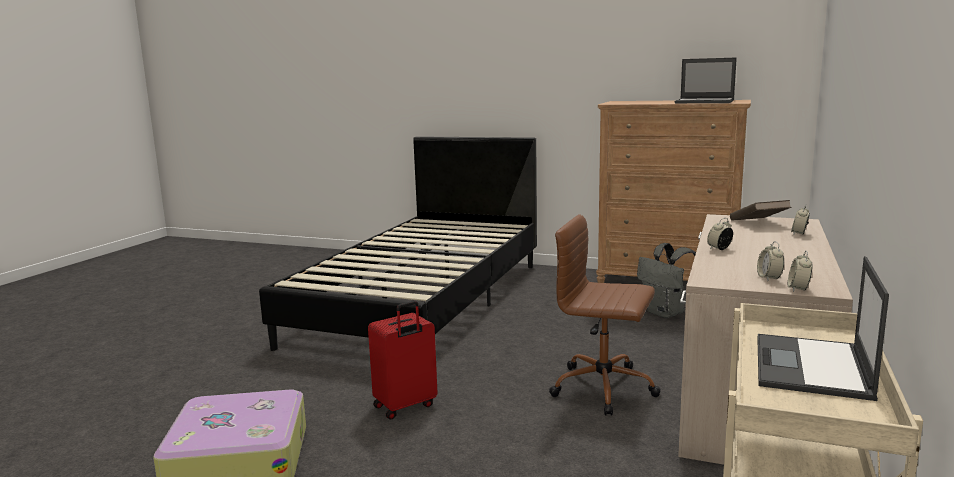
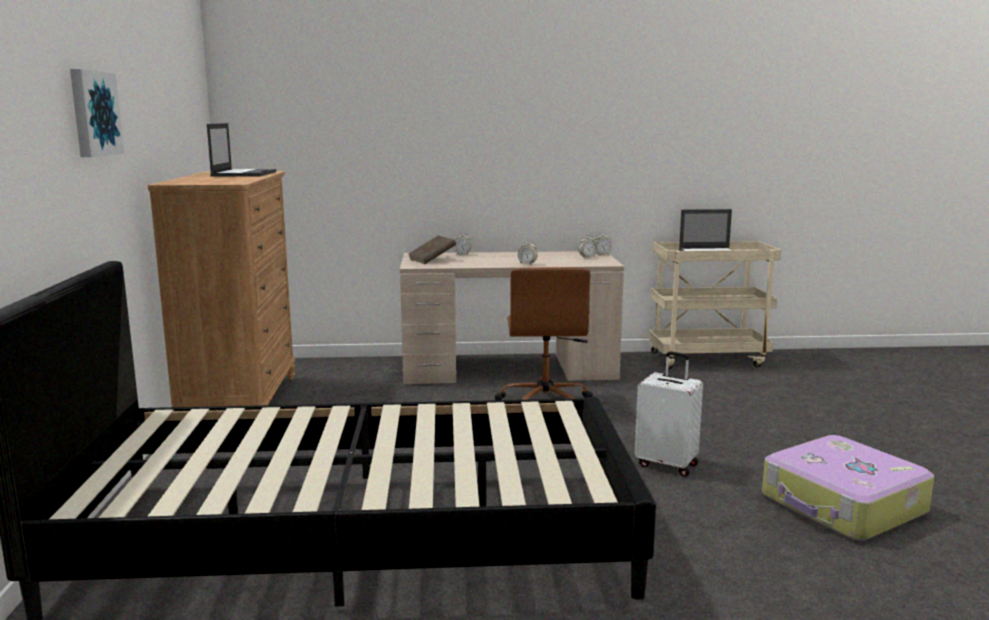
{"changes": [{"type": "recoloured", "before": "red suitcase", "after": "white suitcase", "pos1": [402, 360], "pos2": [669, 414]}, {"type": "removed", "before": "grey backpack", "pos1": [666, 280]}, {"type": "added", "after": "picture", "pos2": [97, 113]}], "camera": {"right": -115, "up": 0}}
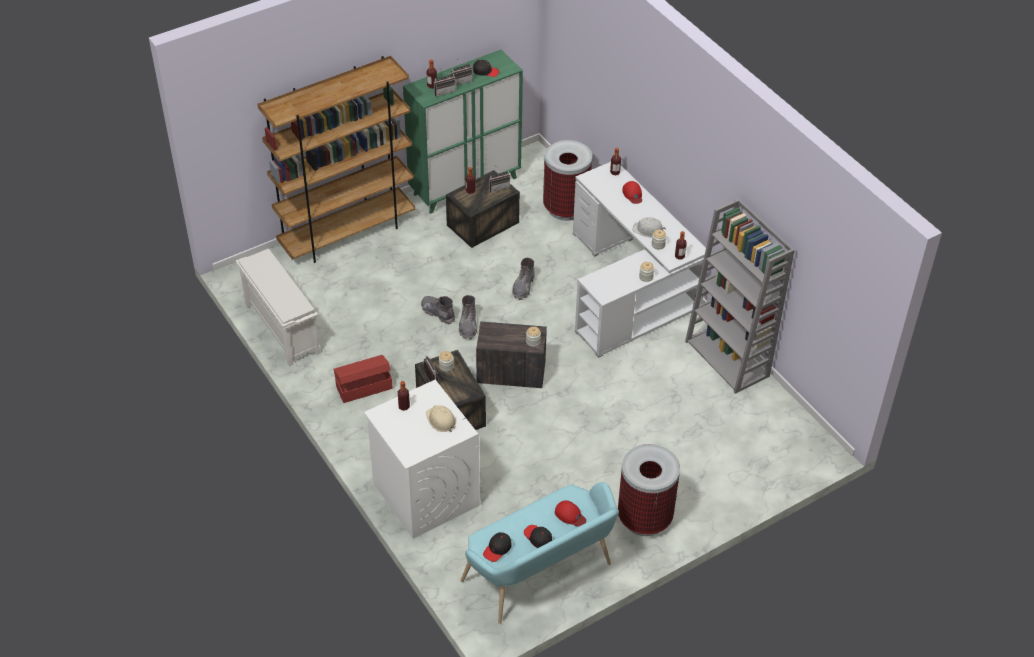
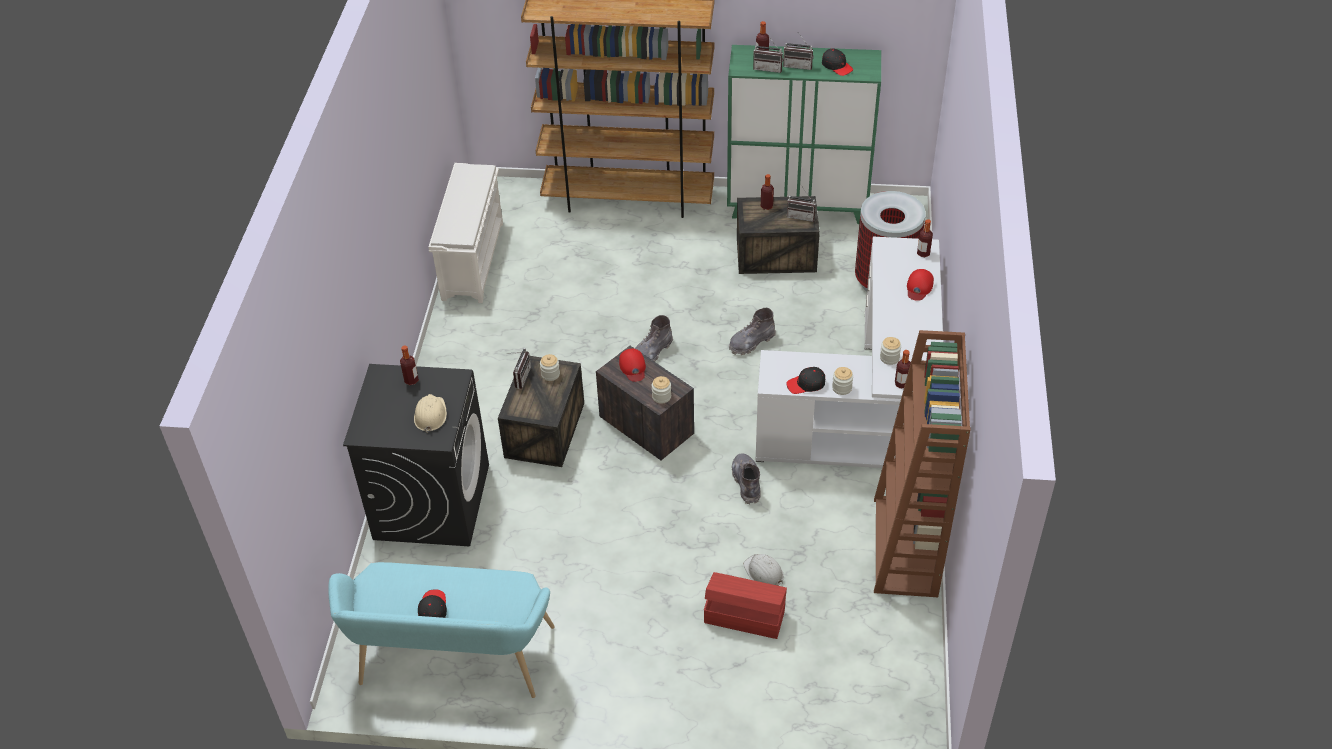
{"changes": [{"type": "moved", "before": "red storage box", "pos1": [363, 379], "pos2": [745, 605]}, {"type": "recoloured", "before": "white washing machine", "after": "black washing machine", "pos1": [422, 459], "pos2": [416, 455]}, {"type": "moved", "before": "grey boot", "pos1": [438, 310], "pos2": [746, 478]}, {"type": "moved", "before": "black cap", "pos1": [497, 547], "pos2": [806, 380]}, {"type": "moved", "before": "red cap", "pos1": [570, 513], "pos2": [632, 365]}, {"type": "removed", "before": "trash can", "pos1": [649, 490]}, {"type": "moved", "before": "white hard hat", "pos1": [649, 227], "pos2": [763, 570]}, {"type": "recoloured", "before": "grey bookcase", "after": "brown bookcase", "pos1": [740, 296], "pos2": [922, 463]}], "camera": {"right": 40, "up": 0}}
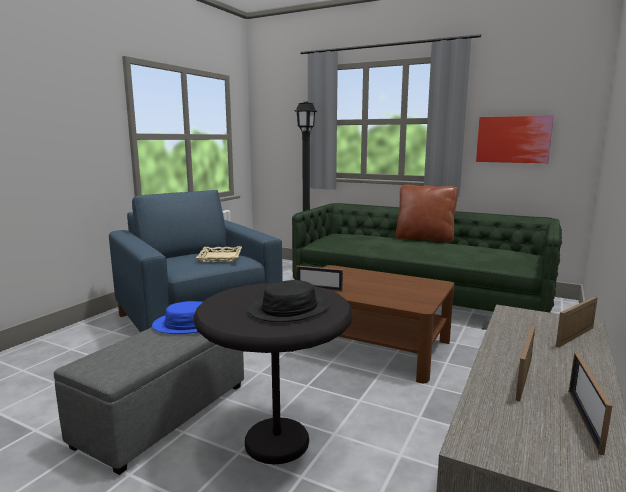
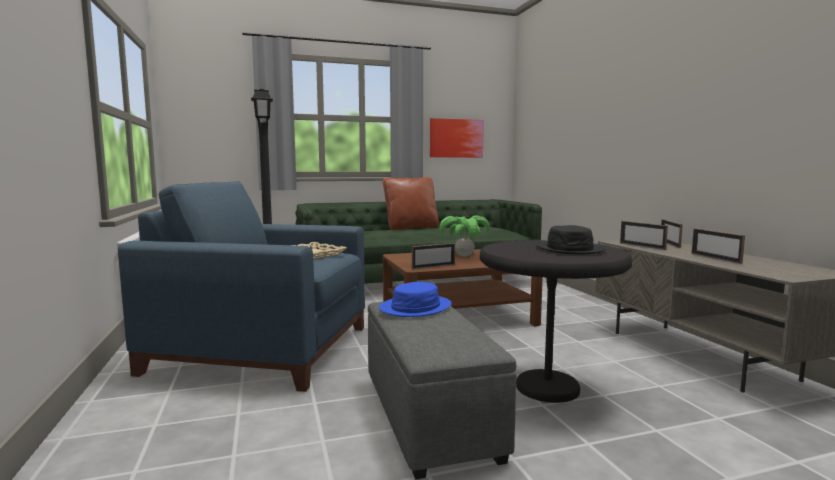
{"changes": [{"type": "moved", "before": "picture frame", "pos1": [590, 403], "pos2": [644, 235]}, {"type": "added", "after": "potted plant", "pos2": [464, 236]}], "camera": {"right": -45, "up": -5}}
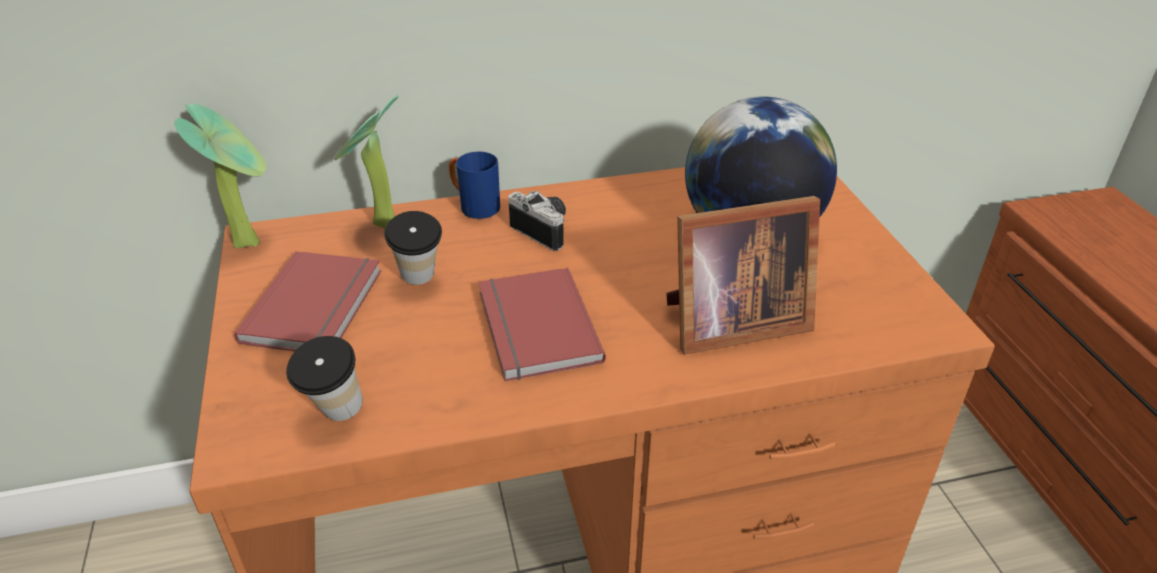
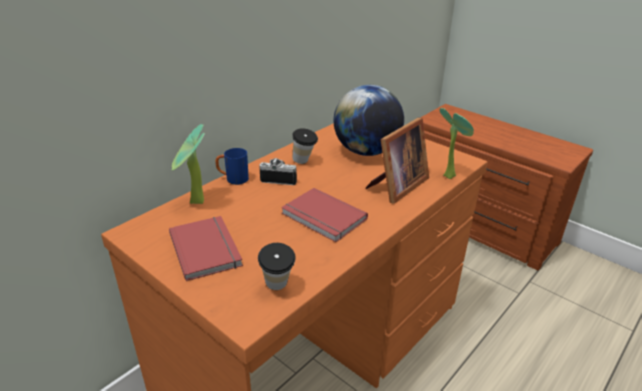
{"changes": [{"type": "moved", "before": "potted plant", "pos1": [220, 176], "pos2": [457, 143]}, {"type": "moved", "before": "cup", "pos1": [413, 248], "pos2": [305, 146]}], "camera": {"right": -35, "up": -5}}
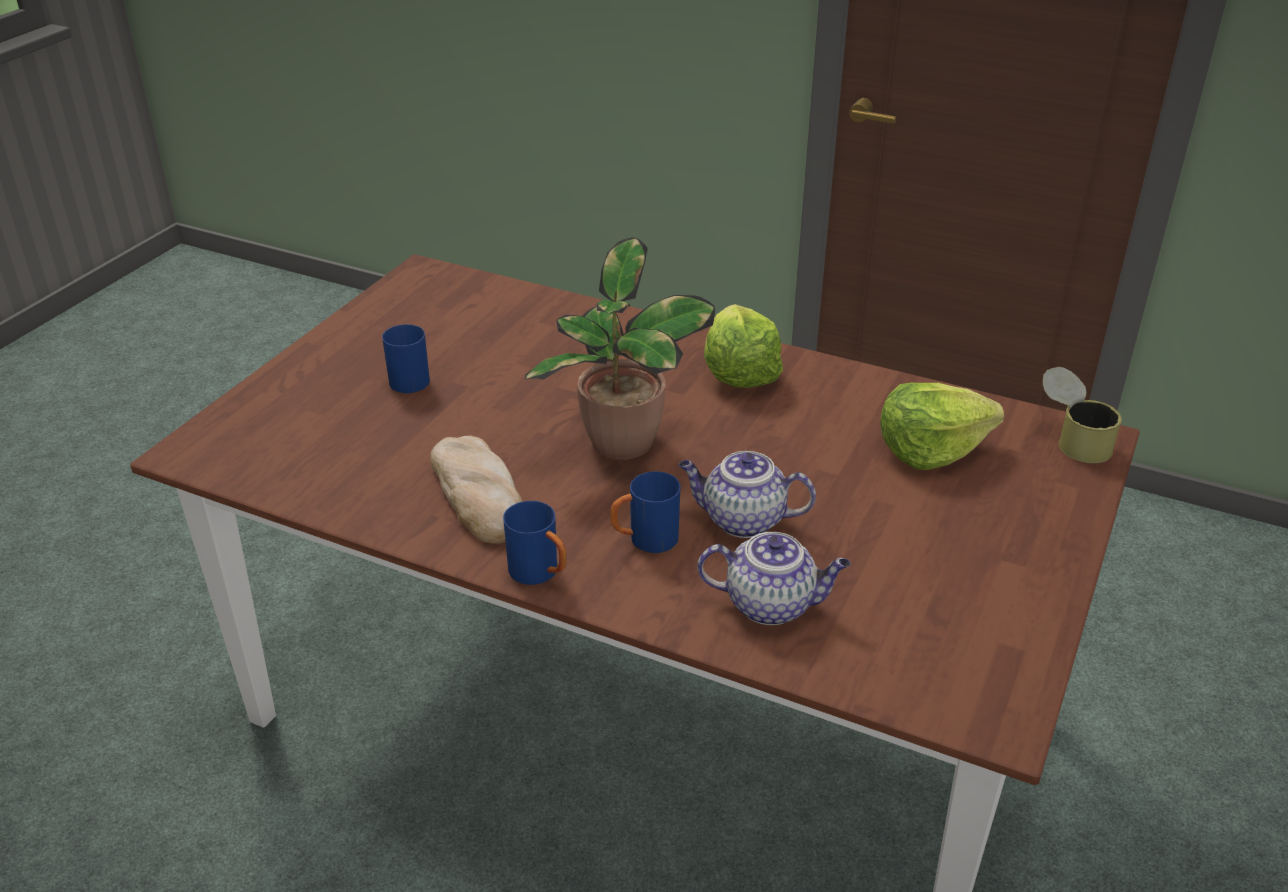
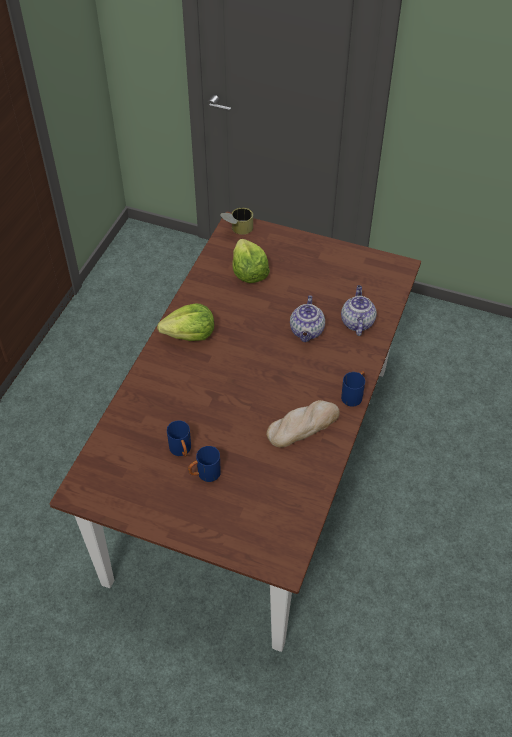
{"changes": [{"type": "removed", "before": "potted plant", "pos1": [620, 348]}, {"type": "moved", "before": "blue mug", "pos1": [645, 512], "pos2": [179, 438]}], "camera": {"right": -95, "up": 15}}
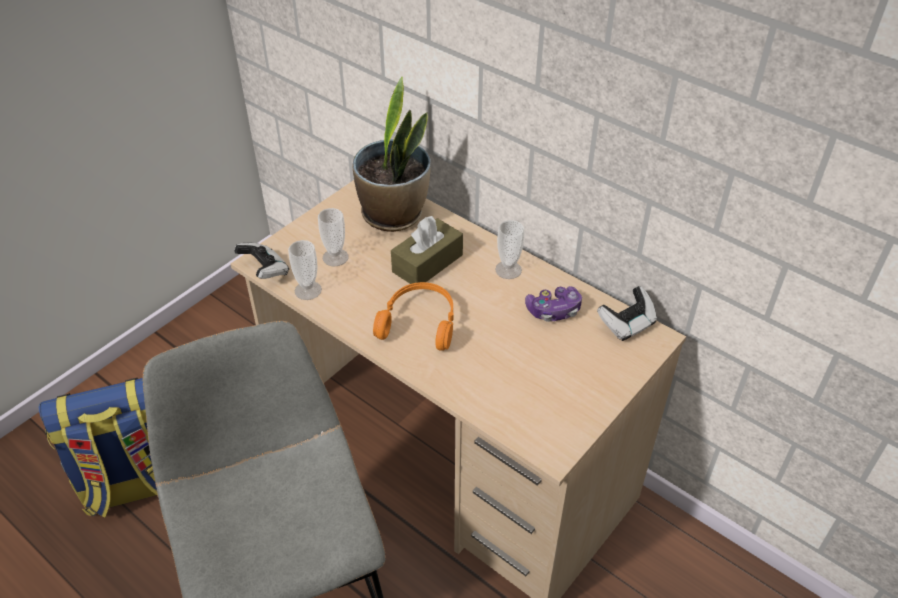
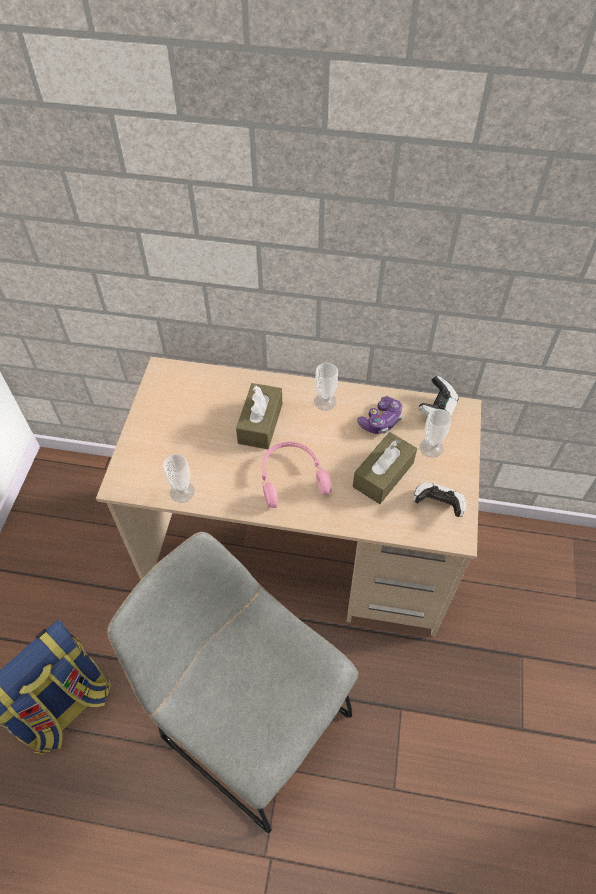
{"changes": [{"type": "moved", "before": "game controller", "pos1": [261, 261], "pos2": [440, 499]}, {"type": "moved", "before": "cup", "pos1": [333, 237], "pos2": [435, 433]}, {"type": "removed", "before": "potted plant", "pos1": [392, 154]}, {"type": "recoloured", "before": "orange headphones", "after": "pink headphones", "pos1": [413, 316], "pos2": [297, 474]}, {"type": "added", "after": "brown tissue box", "pos2": [385, 468]}], "camera": {"right": -30, "up": 10}}
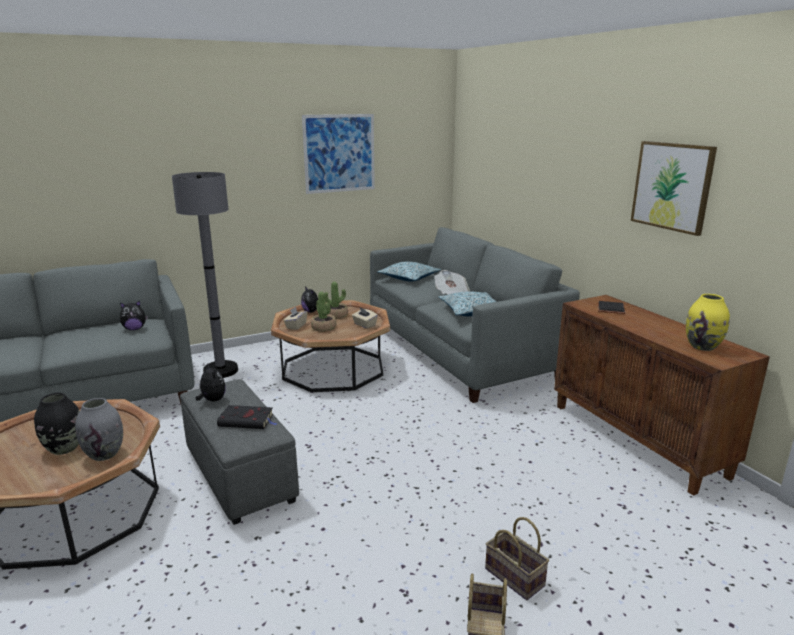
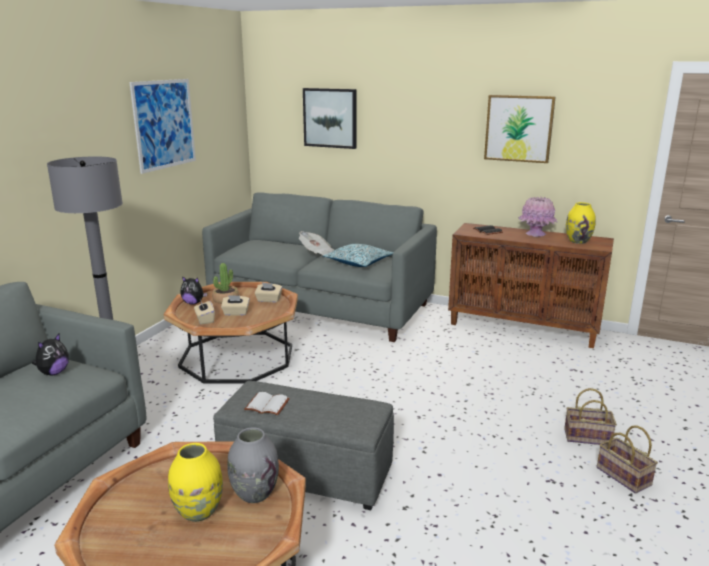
{"changes": [{"type": "recoloured", "before": "black vase", "after": "yellow vase", "pos1": [57, 424], "pos2": [195, 482]}, {"type": "replaced", "before": "plush toy", "after": "white book", "pos1": [211, 383], "pos2": [267, 403]}, {"type": "removed", "before": "black book", "pos1": [247, 417]}, {"type": "replaced", "before": "potted plant", "after": "beige tissue box", "pos1": [323, 312], "pos2": [235, 305]}, {"type": "removed", "before": "pillow", "pos1": [409, 271]}, {"type": "added", "after": "picture", "pos2": [330, 118]}, {"type": "added", "after": "pink vase", "pos2": [537, 217]}], "camera": {"right": -40, "up": 0}}
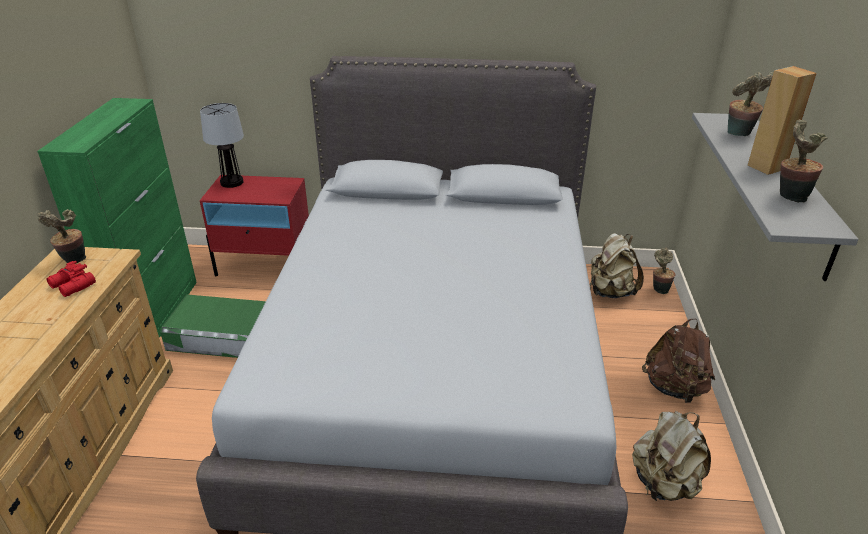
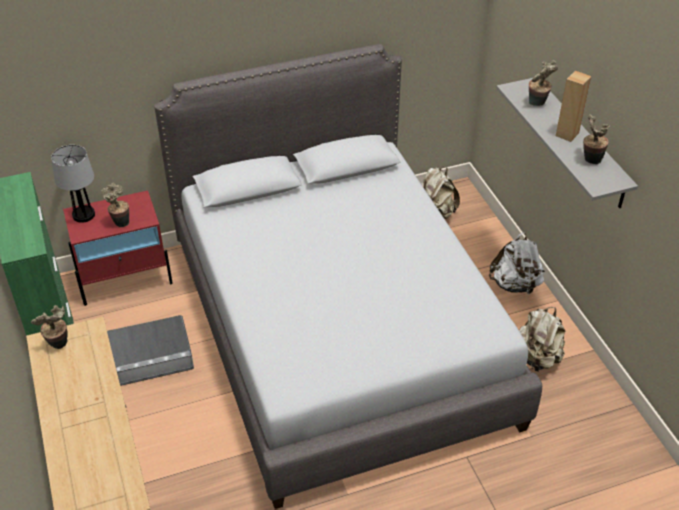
{"changes": [{"type": "removed", "before": "red binoculars", "pos1": [71, 279]}, {"type": "recoloured", "before": "green storage box", "after": "grey storage box", "pos1": [213, 326], "pos2": [150, 350]}, {"type": "recoloured", "before": "brown backpack", "after": "white backpack", "pos1": [678, 361], "pos2": [517, 263]}, {"type": "moved", "before": "potted plant", "pos1": [664, 271], "pos2": [115, 205]}], "camera": {"right": -25, "up": 10}}
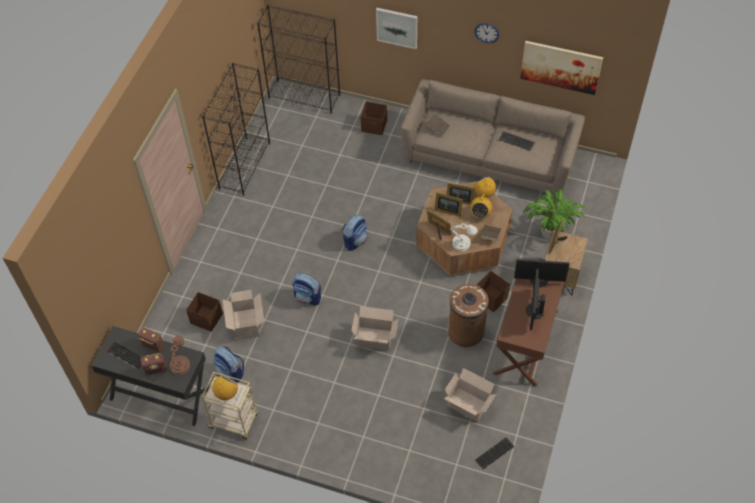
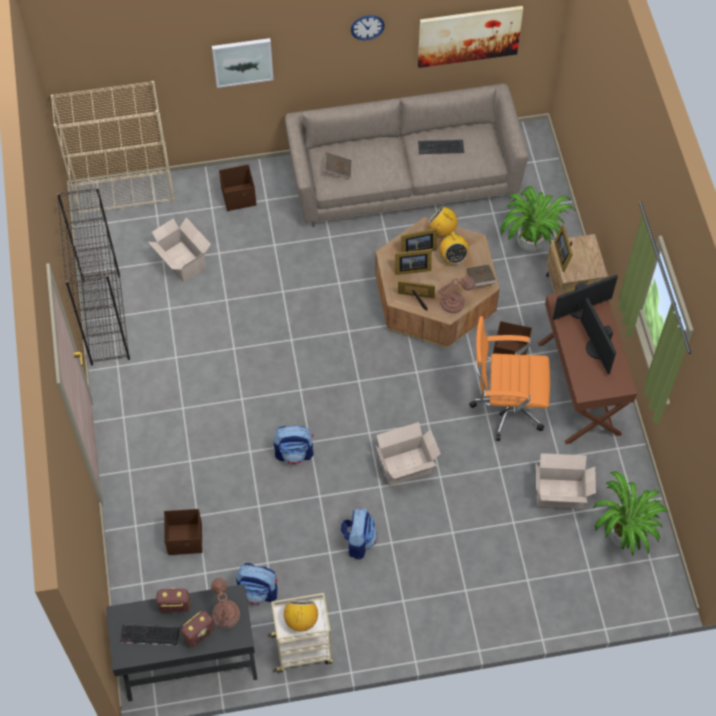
{"changes": [{"type": "moved", "before": "cardboard box", "pos1": [243, 315], "pos2": [179, 250]}, {"type": "recoloured", "before": "black bookcase", "after": "beige bookcase", "pos1": [298, 59], "pos2": [113, 149]}, {"type": "moved", "before": "backpack", "pos1": [354, 233], "pos2": [359, 533]}, {"type": "replaced", "before": "brown trash can", "after": "orange office chair", "pos1": [468, 315], "pos2": [509, 378]}, {"type": "recoloured", "before": "white table lamp", "after": "brown table lamp", "pos1": [464, 237], "pos2": [456, 295]}, {"type": "replaced", "before": "keyboard", "after": "potted plant", "pos1": [494, 453], "pos2": [631, 514]}], "camera": {"right": -30, "up": 5}}
